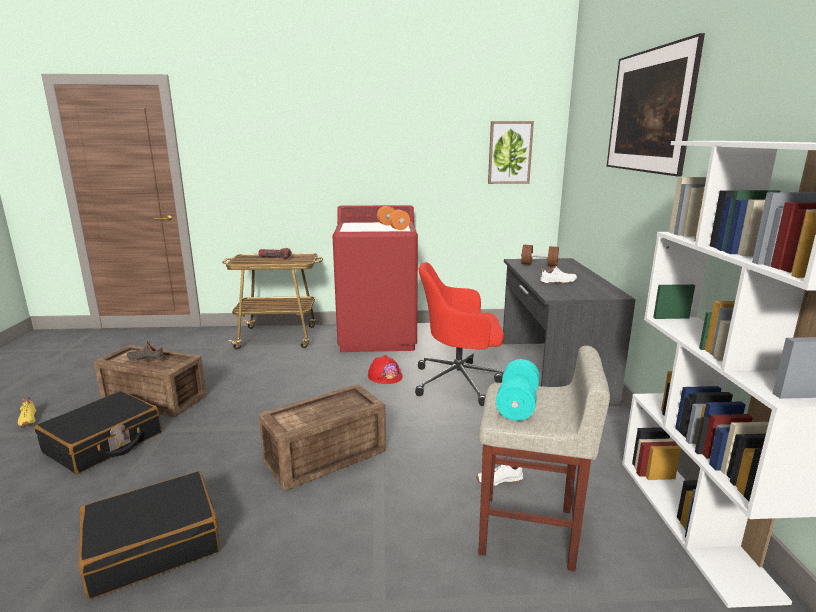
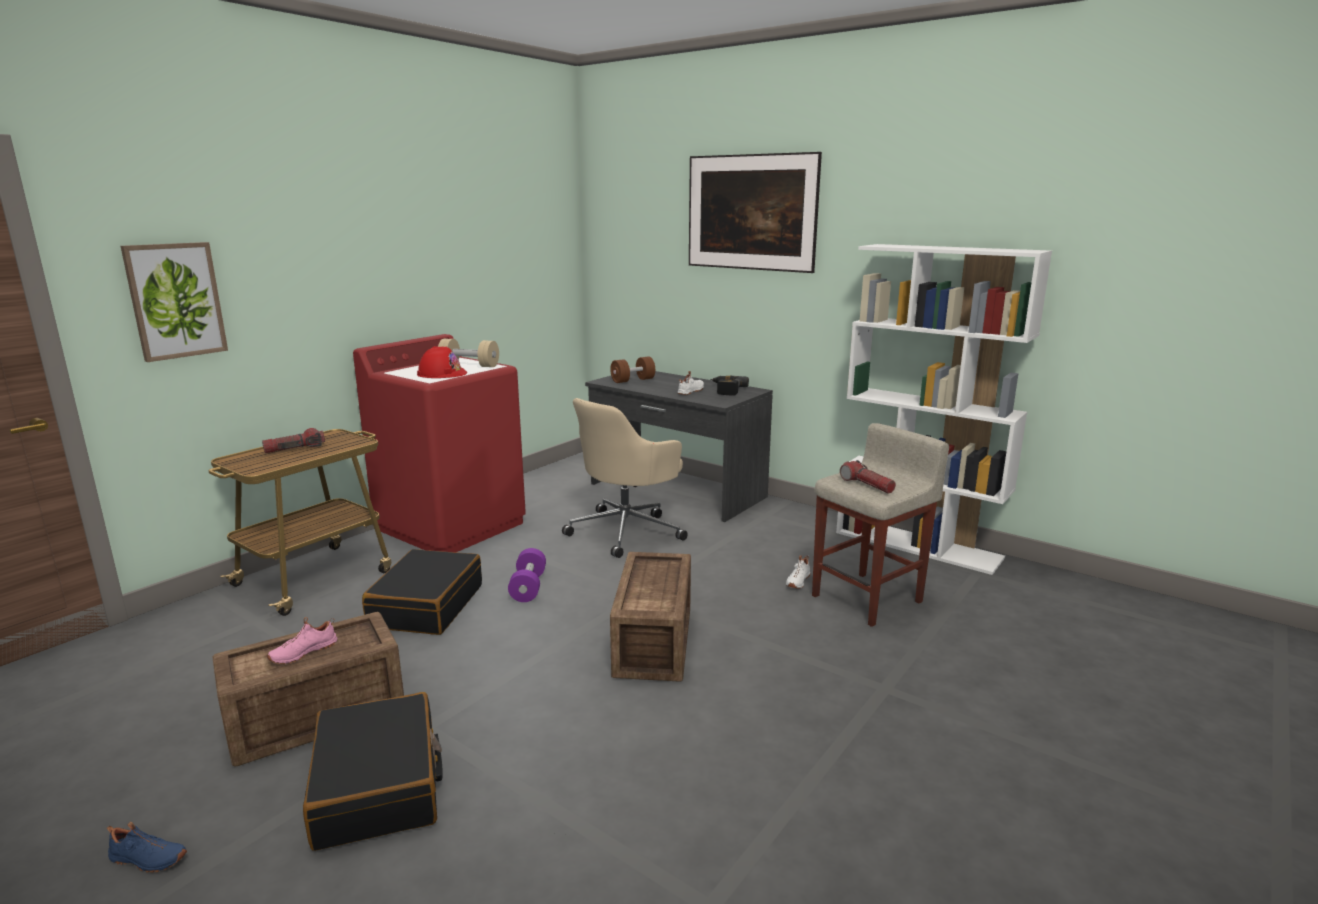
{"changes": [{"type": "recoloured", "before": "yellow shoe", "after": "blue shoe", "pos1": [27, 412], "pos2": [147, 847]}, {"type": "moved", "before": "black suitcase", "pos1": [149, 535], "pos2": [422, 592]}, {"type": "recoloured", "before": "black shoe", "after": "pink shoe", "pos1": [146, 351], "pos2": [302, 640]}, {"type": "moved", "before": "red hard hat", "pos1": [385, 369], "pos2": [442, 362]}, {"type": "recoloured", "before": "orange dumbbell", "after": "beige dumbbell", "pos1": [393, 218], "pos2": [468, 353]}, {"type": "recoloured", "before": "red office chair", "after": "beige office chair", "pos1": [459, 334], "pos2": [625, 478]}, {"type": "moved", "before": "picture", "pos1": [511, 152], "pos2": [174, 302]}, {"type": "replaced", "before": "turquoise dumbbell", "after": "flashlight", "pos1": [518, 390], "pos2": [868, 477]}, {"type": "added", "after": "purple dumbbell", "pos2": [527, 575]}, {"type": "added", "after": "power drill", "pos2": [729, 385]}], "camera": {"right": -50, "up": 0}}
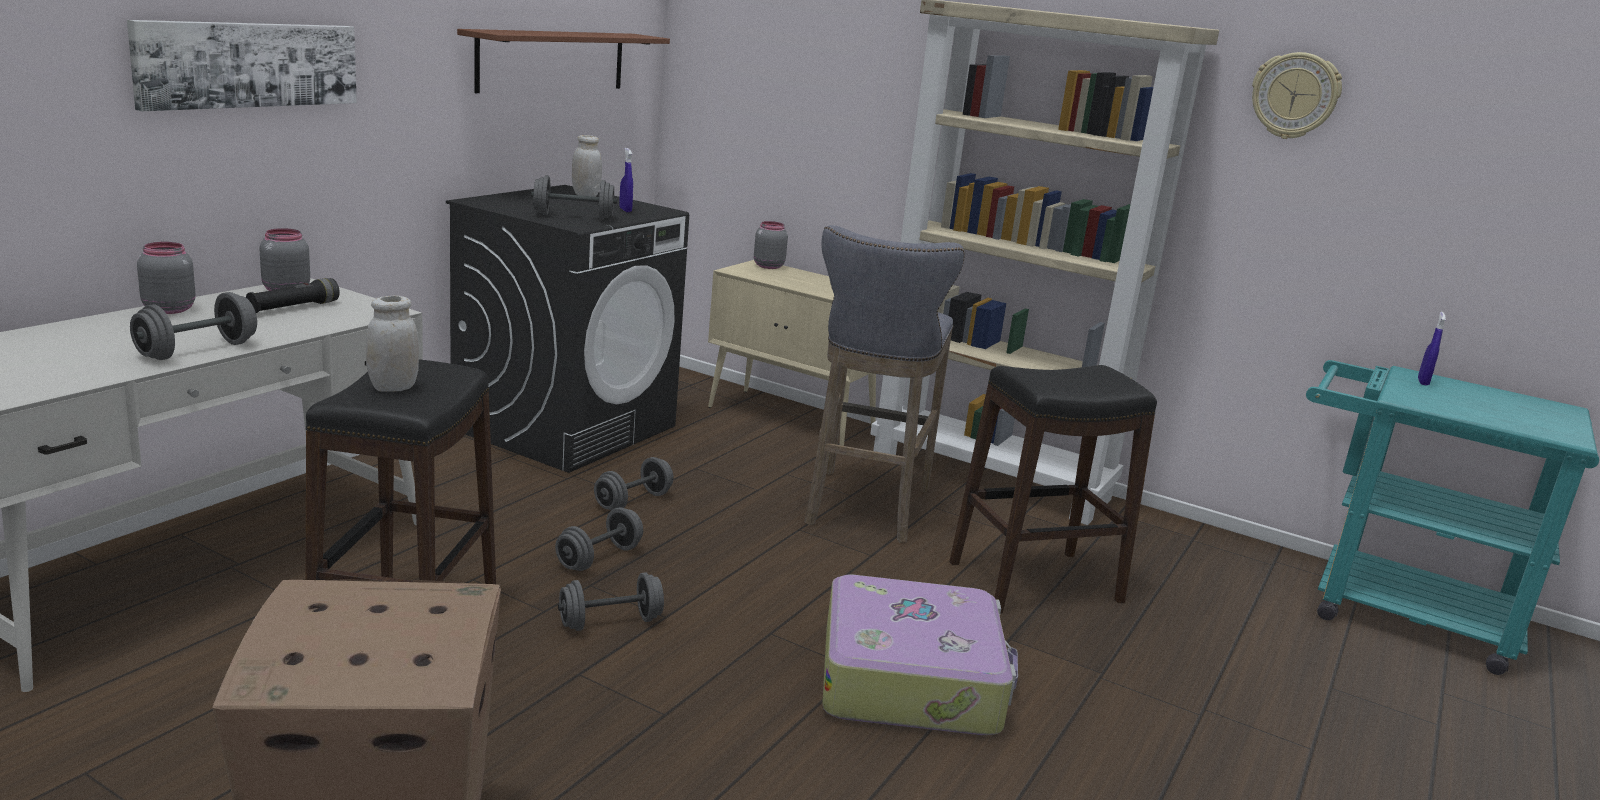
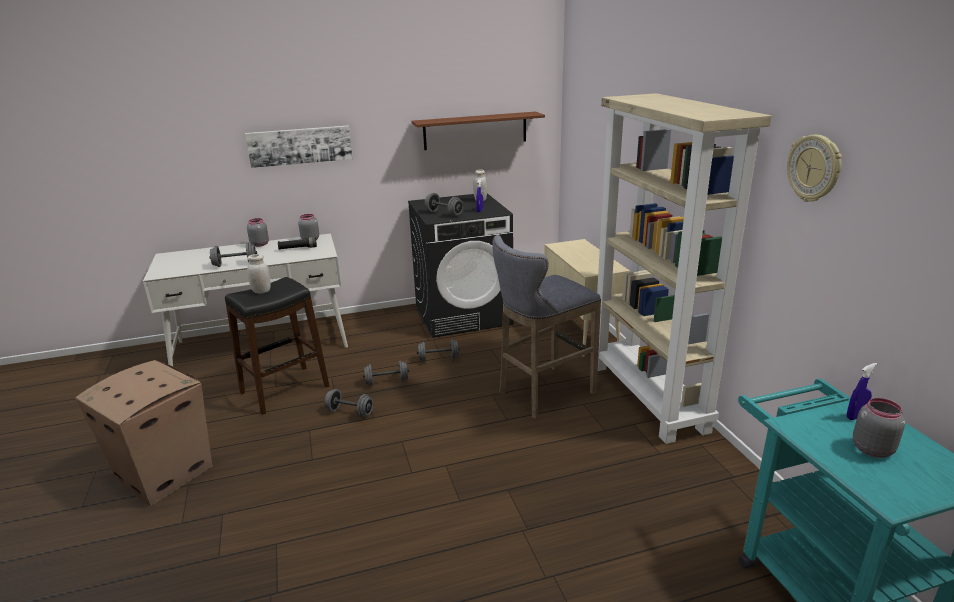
{"changes": [{"type": "moved", "before": "grey jar", "pos1": [771, 245], "pos2": [879, 428]}, {"type": "removed", "before": "suitcase", "pos1": [920, 655]}, {"type": "removed", "before": "black stool", "pos1": [1053, 489]}], "camera": {"right": 45, "up": 5}}
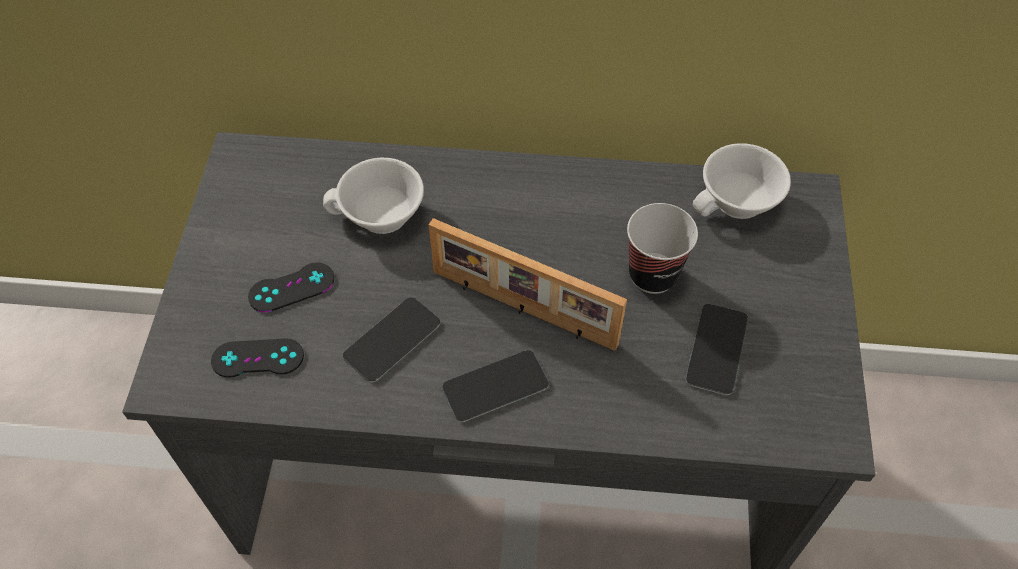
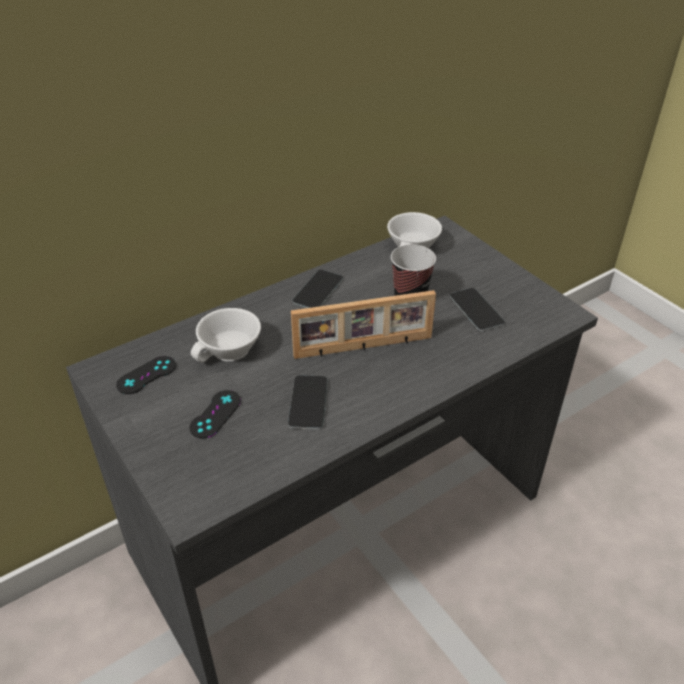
{"changes": [{"type": "moved", "before": "black game controller", "pos1": [257, 358], "pos2": [146, 375]}, {"type": "moved", "before": "phone", "pos1": [495, 386], "pos2": [317, 289]}], "camera": {"right": -40, "up": -15}}
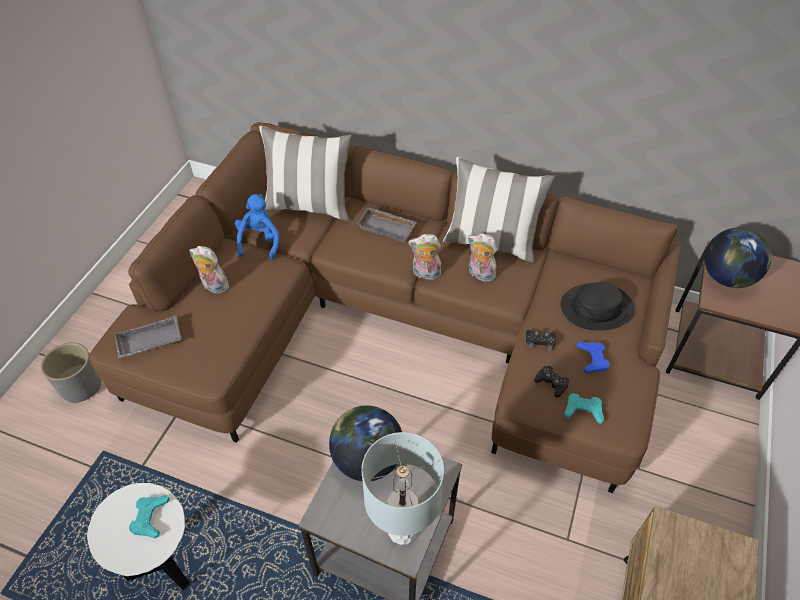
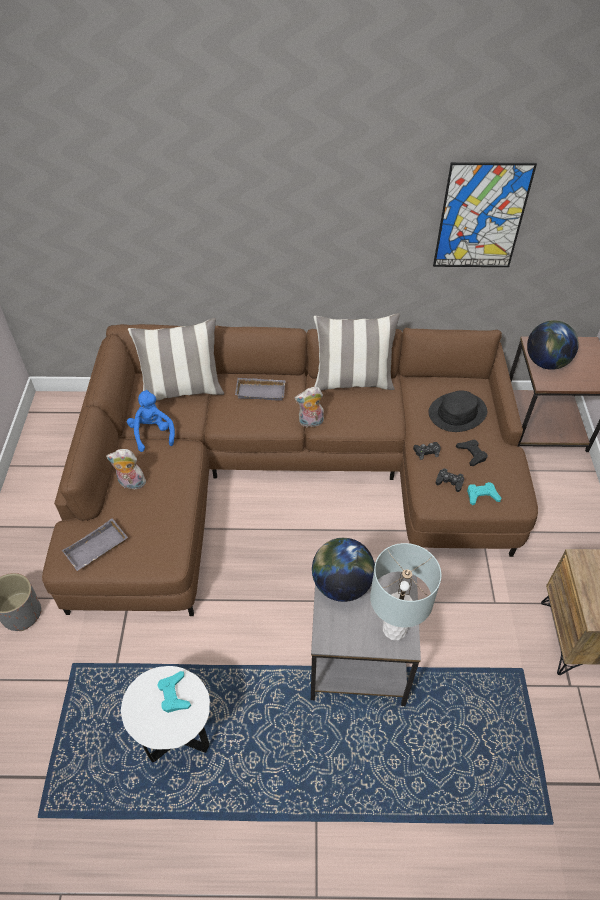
{"changes": [{"type": "removed", "before": "plush toy", "pos1": [482, 257]}, {"type": "recoloured", "before": "blue game controller", "after": "black game controller", "pos1": [593, 357], "pos2": [472, 453]}, {"type": "added", "after": "picture", "pos2": [485, 214]}], "camera": {"right": -20, "up": 0}}
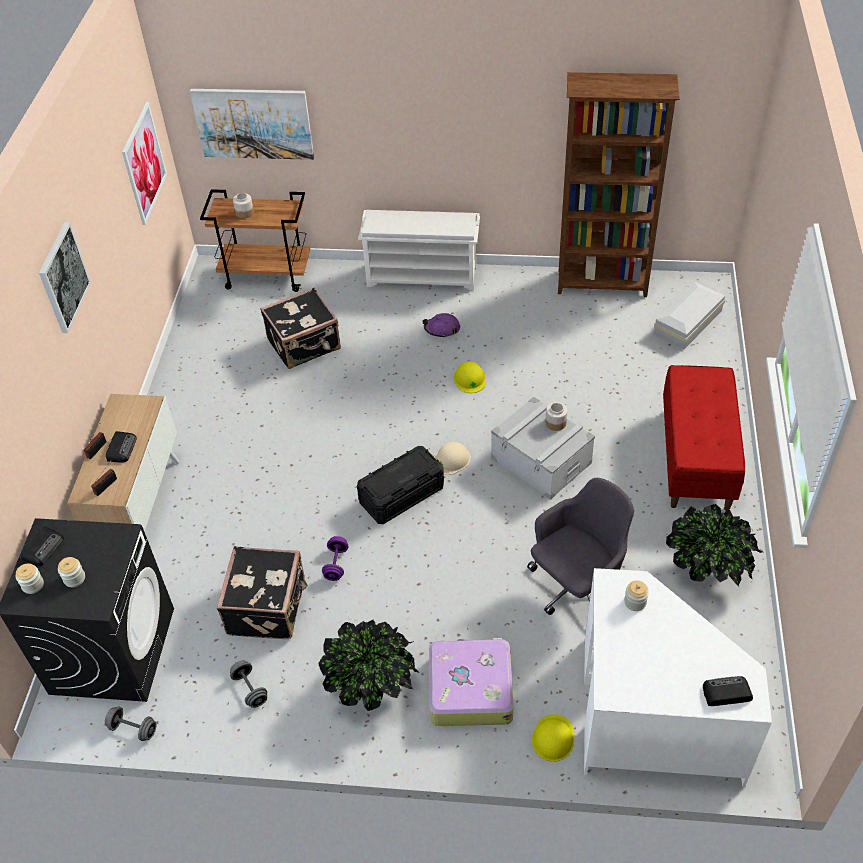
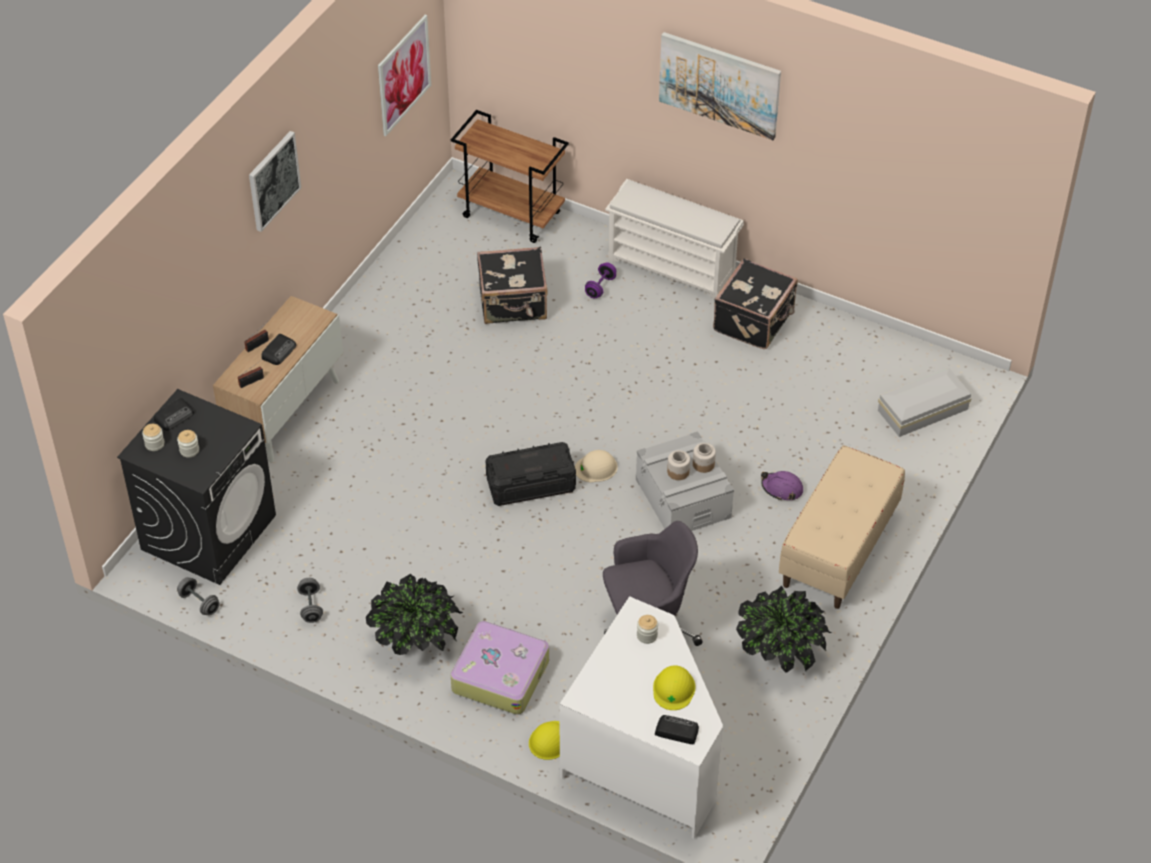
{"changes": [{"type": "moved", "before": "picture", "pos1": [252, 124], "pos2": [720, 86]}, {"type": "moved", "before": "black suitcase", "pos1": [262, 592], "pos2": [755, 303]}, {"type": "moved", "before": "jar", "pos1": [243, 205], "pos2": [678, 465]}, {"type": "moved", "before": "purple dumbbell", "pos1": [335, 558], "pos2": [600, 280]}, {"type": "moved", "before": "purple hard hat", "pos1": [441, 325], "pos2": [782, 485]}, {"type": "moved", "before": "yellow hard hat", "pos1": [470, 377], "pos2": [674, 687]}, {"type": "removed", "before": "brown bookcase", "pos1": [619, 184]}, {"type": "recoloured", "before": "red bench", "after": "beige bench", "pos1": [704, 438], "pos2": [842, 527]}], "camera": {"right": 20, "up": 0}}
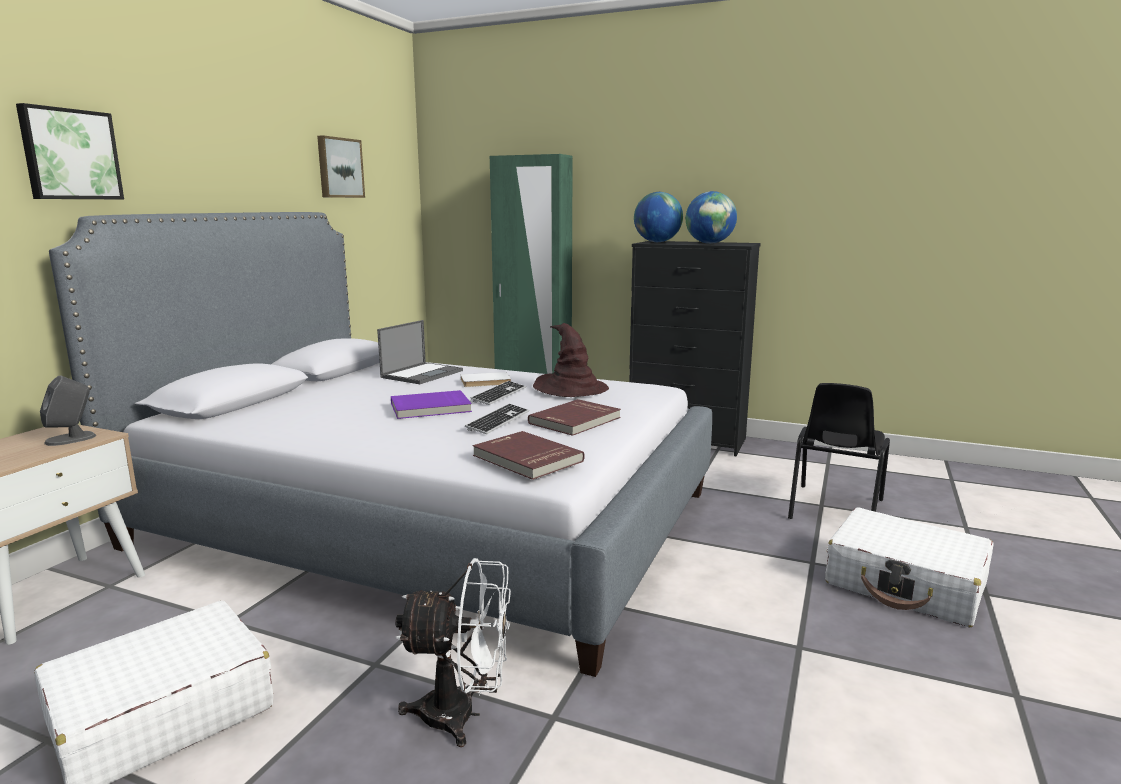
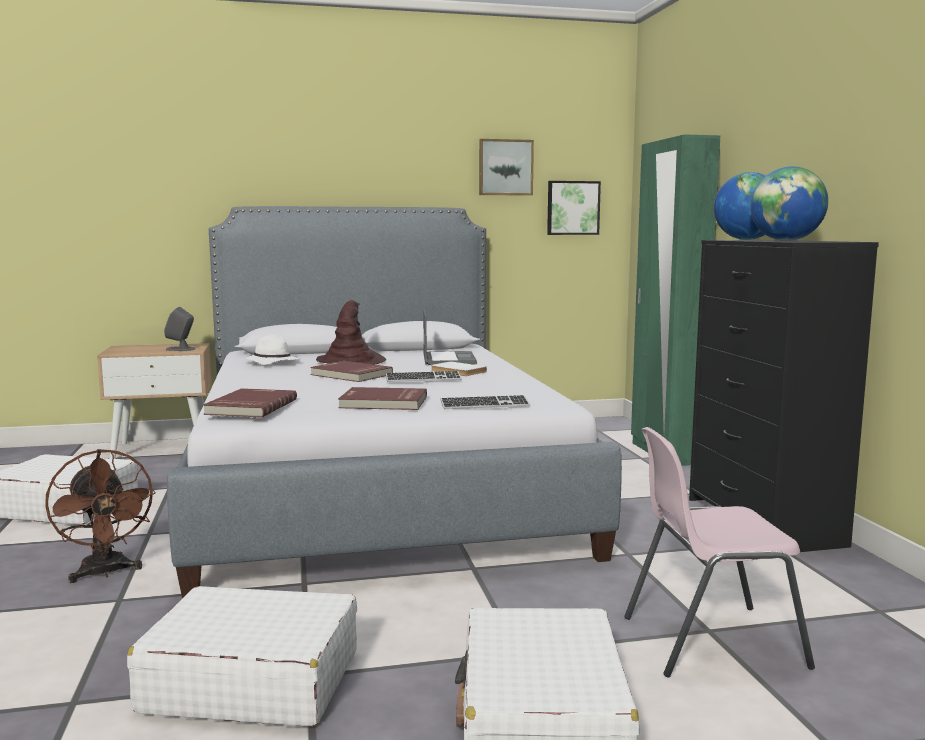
{"changes": [{"type": "moved", "before": "picture", "pos1": [70, 151], "pos2": [574, 208]}, {"type": "turned", "before": "laptop", "pos1": [420, 352], "pos2": [450, 337], "turn": -90}, {"type": "recoloured", "before": "purple book", "after": "red book", "pos1": [431, 404], "pos2": [351, 371]}, {"type": "recoloured", "before": "white fan", "after": "brown fan", "pos1": [453, 652], "pos2": [100, 516]}, {"type": "moved", "before": "keyboard", "pos1": [497, 419], "pos2": [485, 402]}, {"type": "moved", "before": "brown hat", "pos1": [571, 360], "pos2": [351, 332]}, {"type": "recoloured", "before": "black chair", "after": "pink chair", "pos1": [839, 451], "pos2": [719, 552]}, {"type": "added", "after": "white suitcase", "pos2": [242, 656]}, {"type": "added", "after": "white hat", "pos2": [272, 350]}], "camera": {"right": 55, "up": -5}}
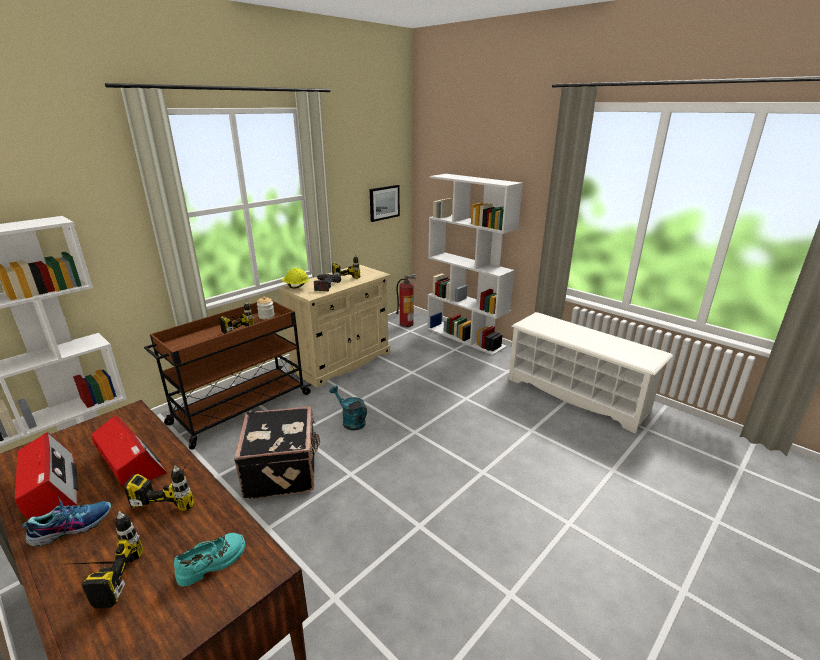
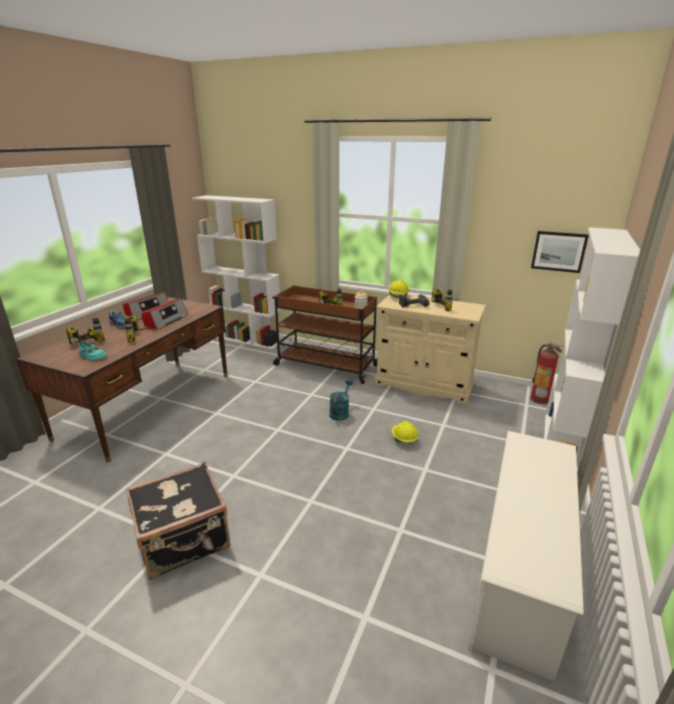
{"changes": [{"type": "moved", "before": "black suitcase", "pos1": [277, 452], "pos2": [178, 521]}, {"type": "added", "after": "yellow hard hat", "pos2": [405, 431]}], "camera": {"right": 70, "up": 0}}
